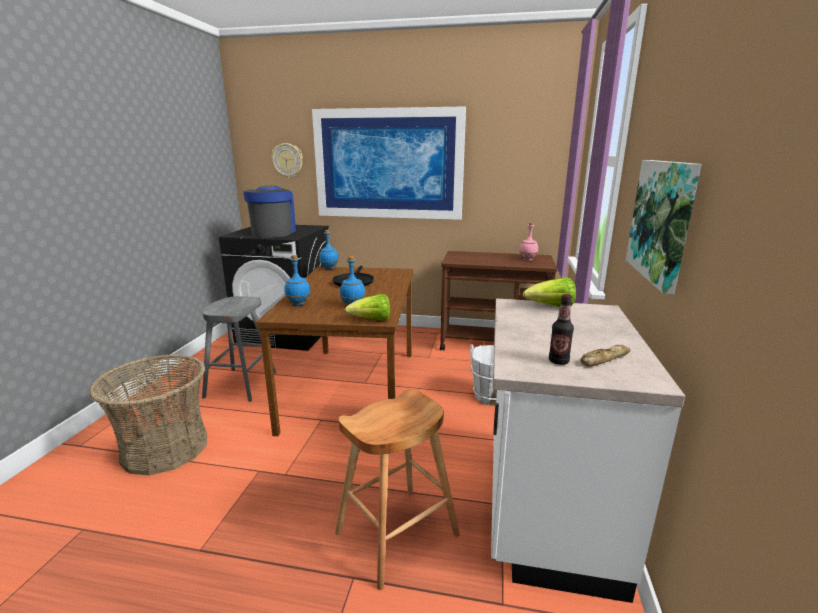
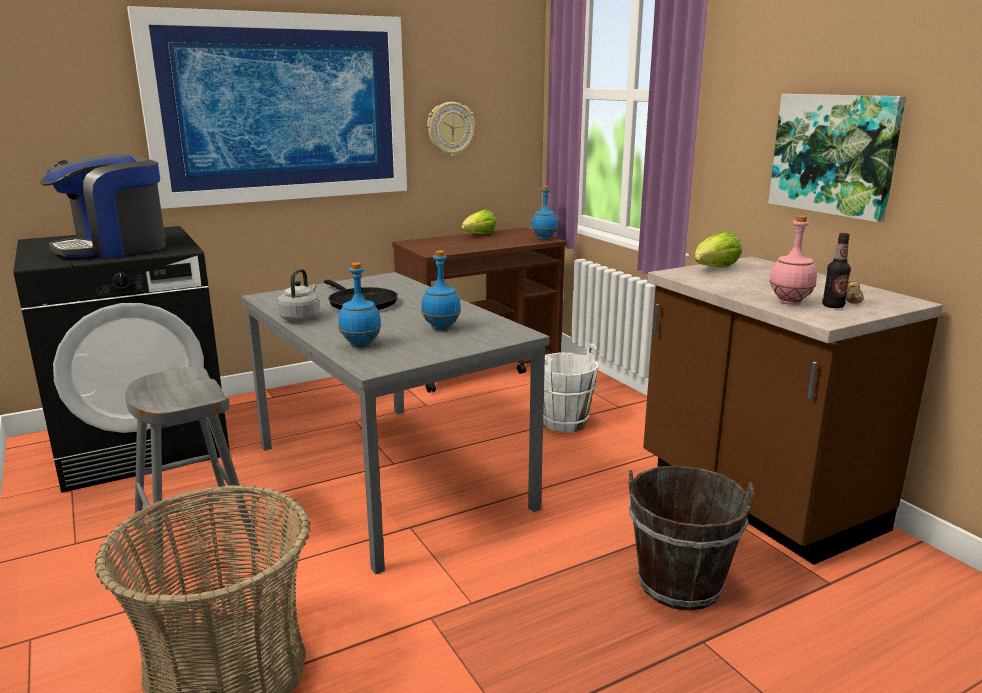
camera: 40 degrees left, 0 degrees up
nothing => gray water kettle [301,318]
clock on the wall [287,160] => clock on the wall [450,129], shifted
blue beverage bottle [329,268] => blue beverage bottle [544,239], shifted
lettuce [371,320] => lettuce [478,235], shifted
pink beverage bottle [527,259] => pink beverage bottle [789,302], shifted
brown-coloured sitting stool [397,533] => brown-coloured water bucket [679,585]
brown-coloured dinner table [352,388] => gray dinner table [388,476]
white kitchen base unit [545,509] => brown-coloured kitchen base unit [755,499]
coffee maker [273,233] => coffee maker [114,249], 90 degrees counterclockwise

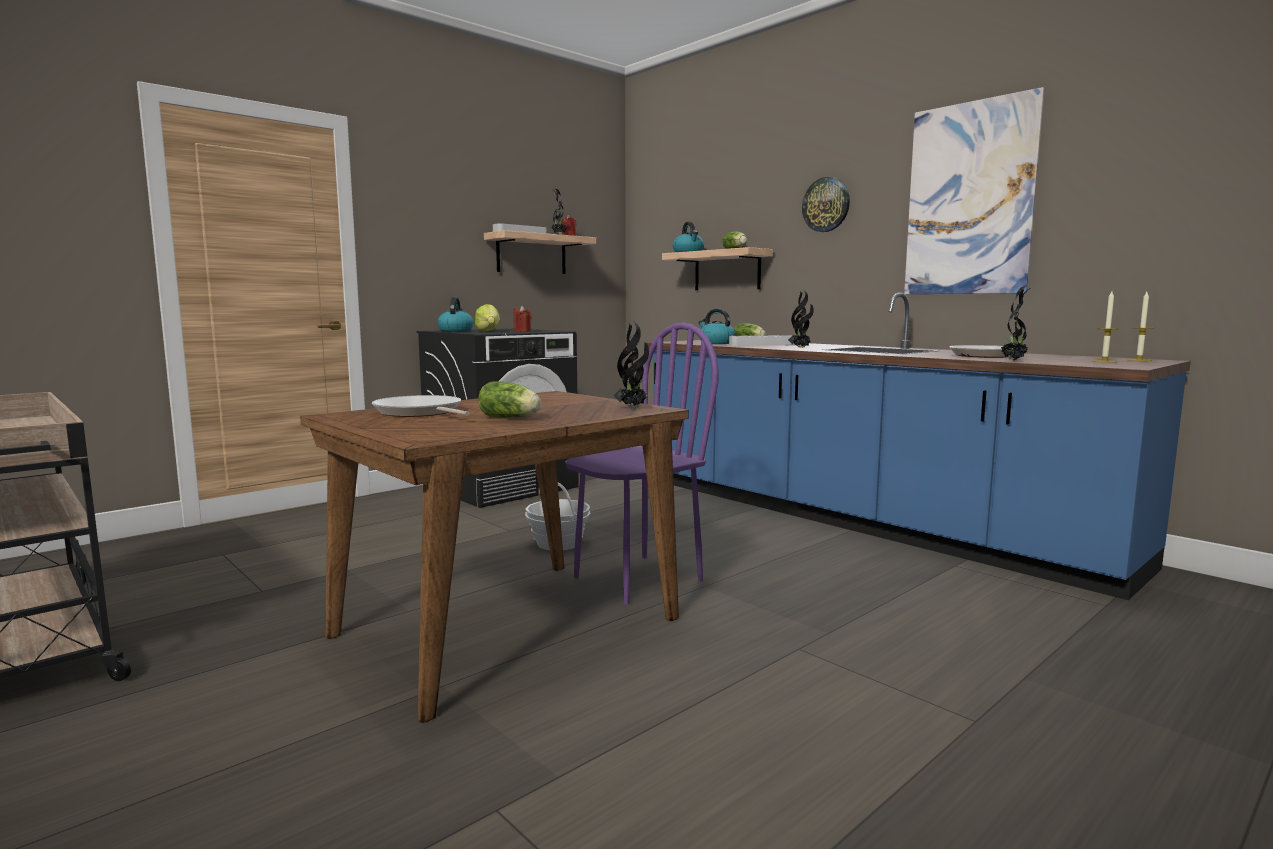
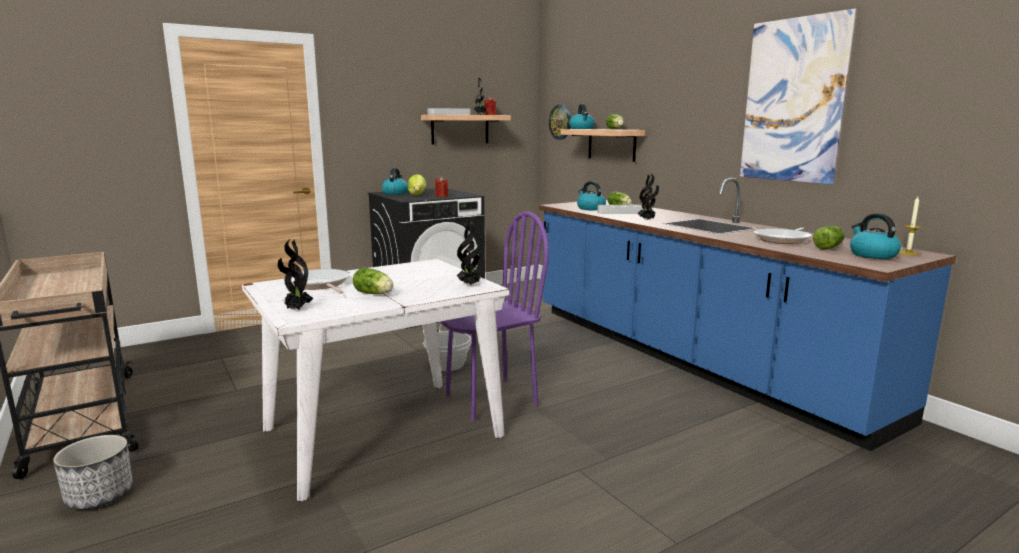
camera: 10 degrees right, 5 degrees up
nothing => planter [99,496]
nothing => lettuce [829,247]
clock on the wall [826,205] => clock on the wall [560,122], shifted
houseplant [1014,360] => houseplant [297,309], shifted
candle [1104,361] => water kettle [872,255]
brown-coloured dinner table [505,628] => white dinner table [381,433]

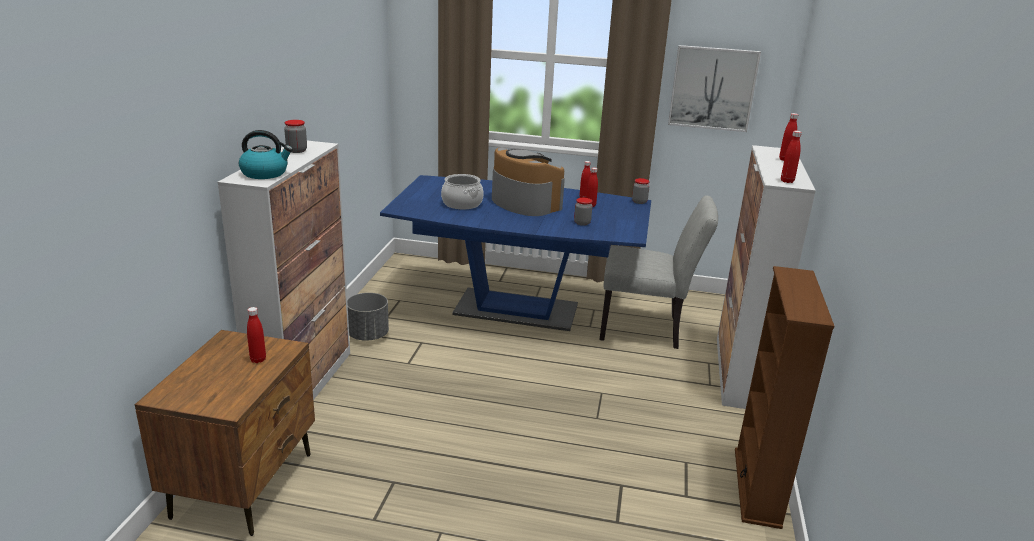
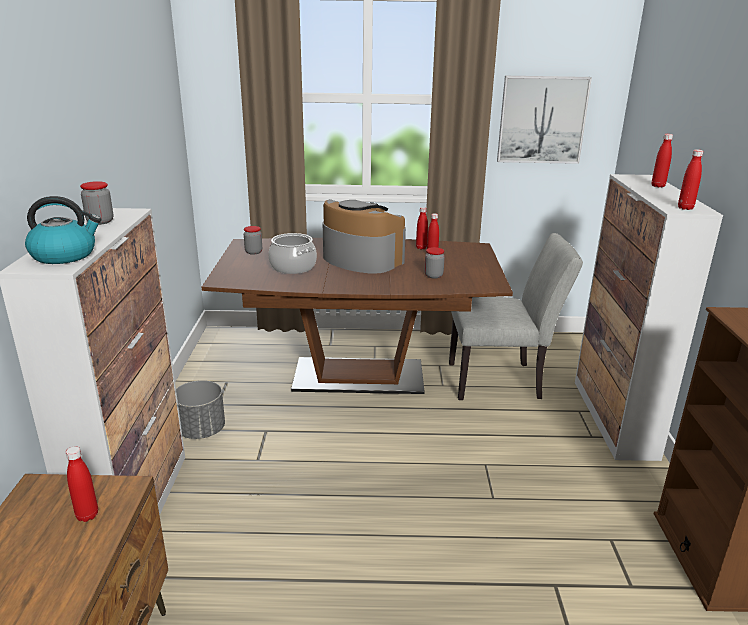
camera: 10 degrees left, 0 degrees up
jar [639,202] => jar [253,252], shifted
blue dinner table [516,310] => brown-coloured dinner table [358,376]

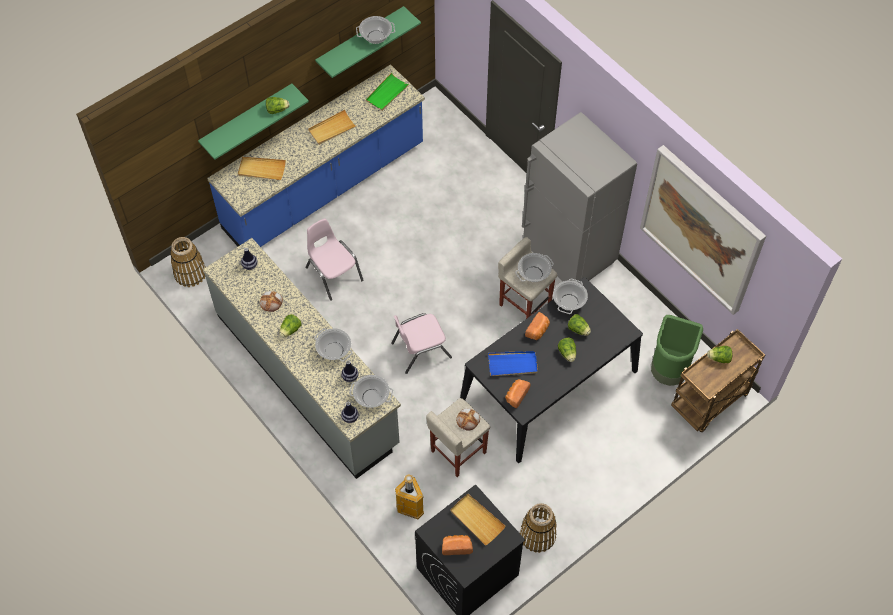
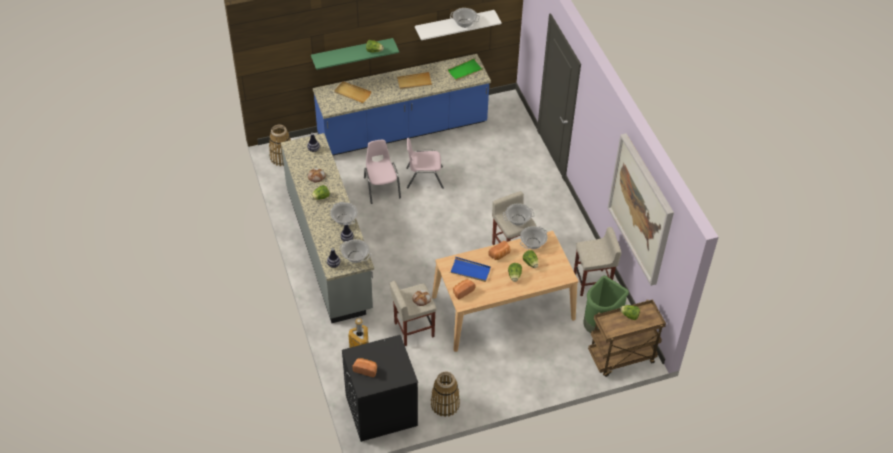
camera: 20 degrees right, 10 degrees down
beige serving tray [476,520] => nothing
gray kitchen fridge [569,255] => nothing
nothing => beige sitting stool [592,282]
pink plain chair [420,349] => pink plain chair [424,177], shifted
green shelf [360,40] => white shelf [454,24]
black dinner table [549,385] => beige dinner table [503,307]

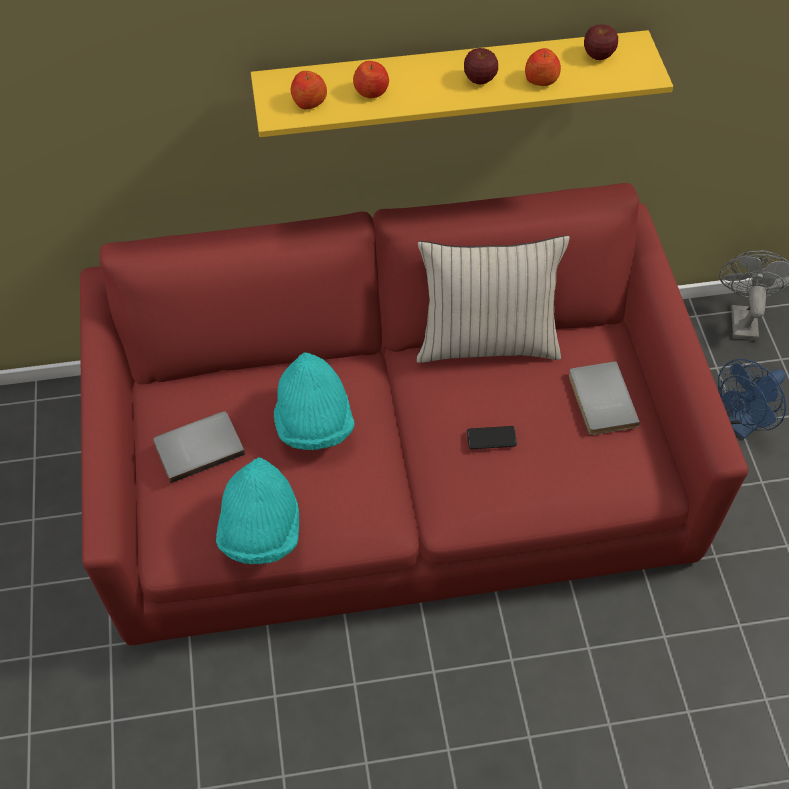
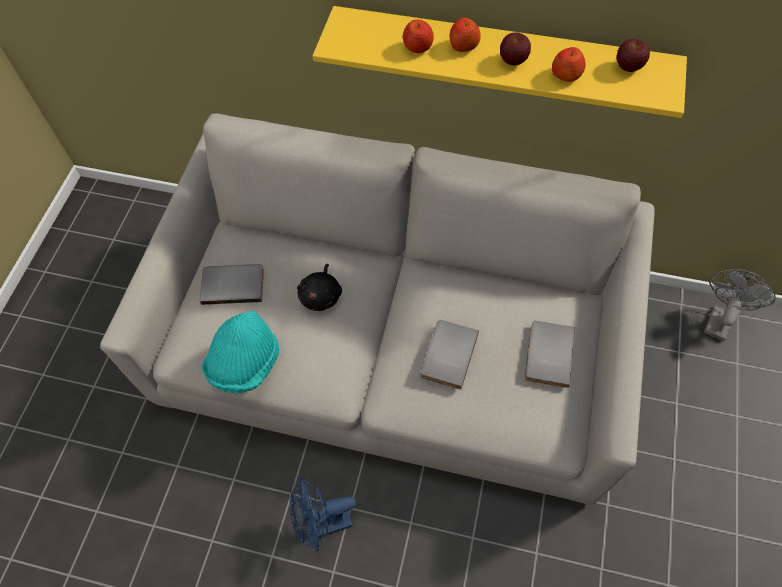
camera: 25 degrees right, 5 degrees up
beige pillow [486,342] => nothing
whole apple [309,101] => whole apple [463,45], shifted
blue electric fan [742,425] => blue electric fan [323,524], shifted
turquoise wearable hat [314,423] => black cuddly toy [321,295]
handset [491,438] => gray volume [447,354]
red-coloured settee [396,467] => gray settee [395,343]

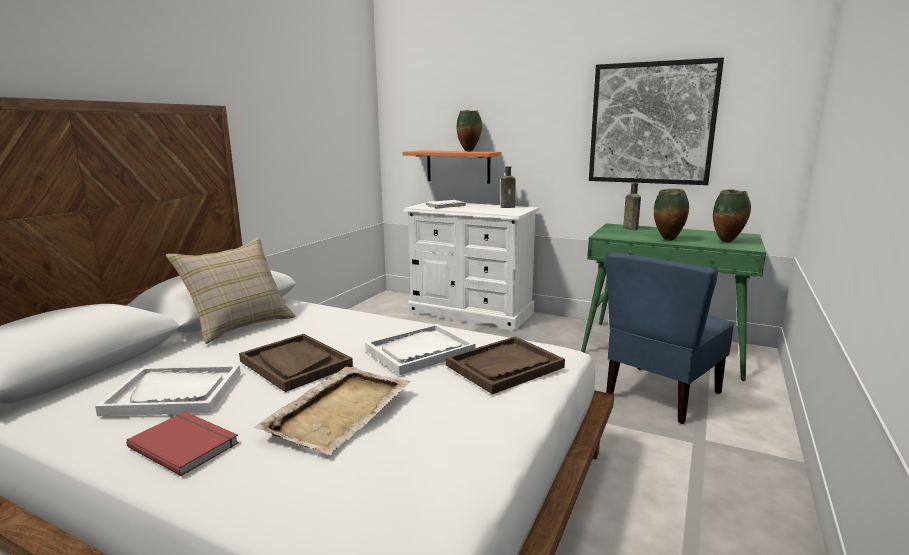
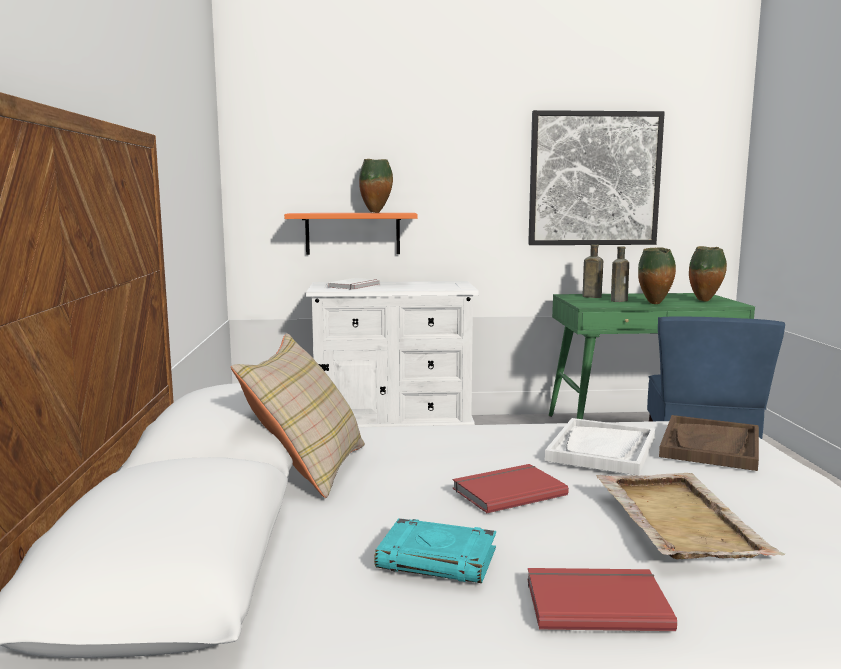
camera: 30 degrees left, 5 degrees down
brown-coloured beverage bottle [508,207] => brown-coloured beverage bottle [619,300], shifted
white serving tray [175,393] => turquoise volume [438,559]
brown-coloured serving tray [295,364] => red-coloured volume [507,491]

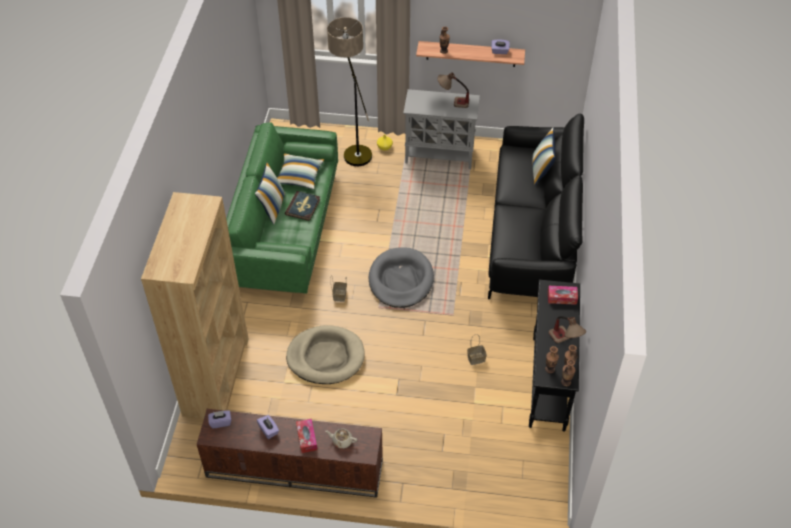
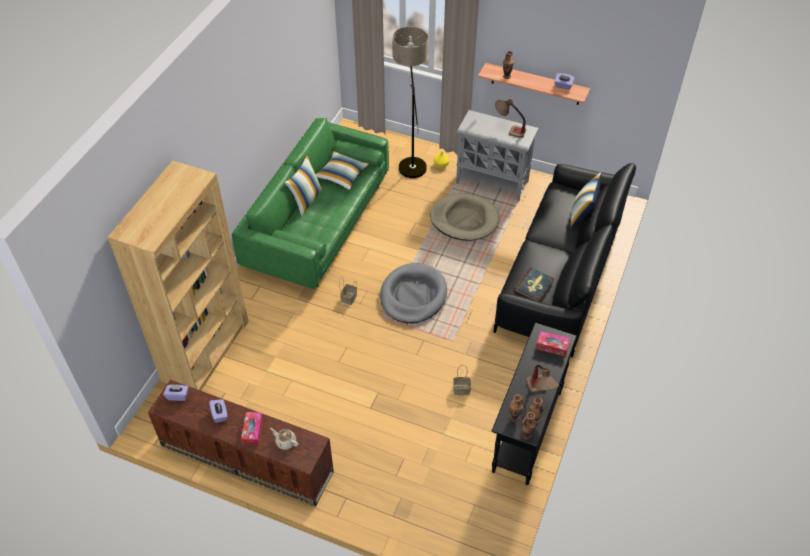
camera: 15 degrees right, 0 degrees up
volume [303,207] => volume [534,286], shifted
beige dog bed [325,357] => beige dog bed [464,219], shifted

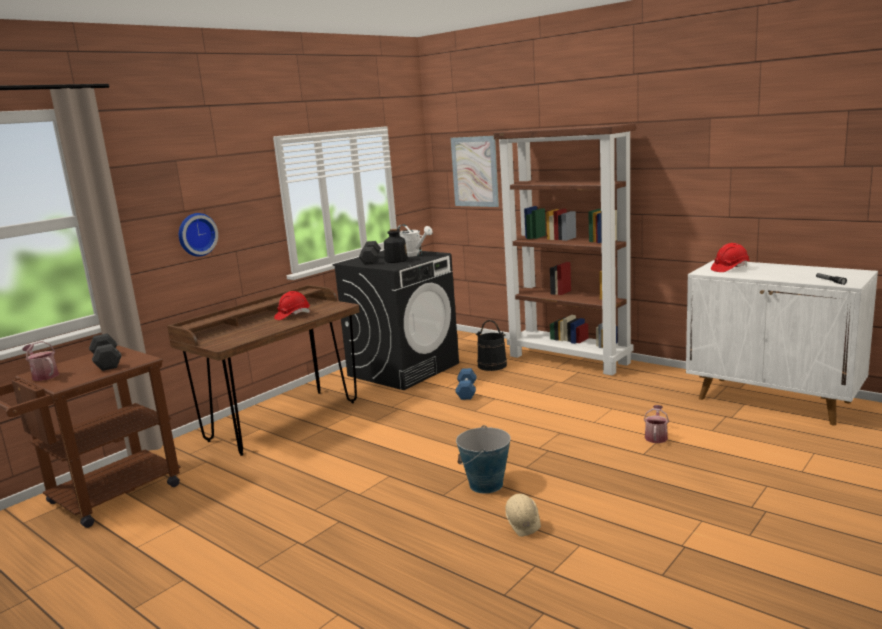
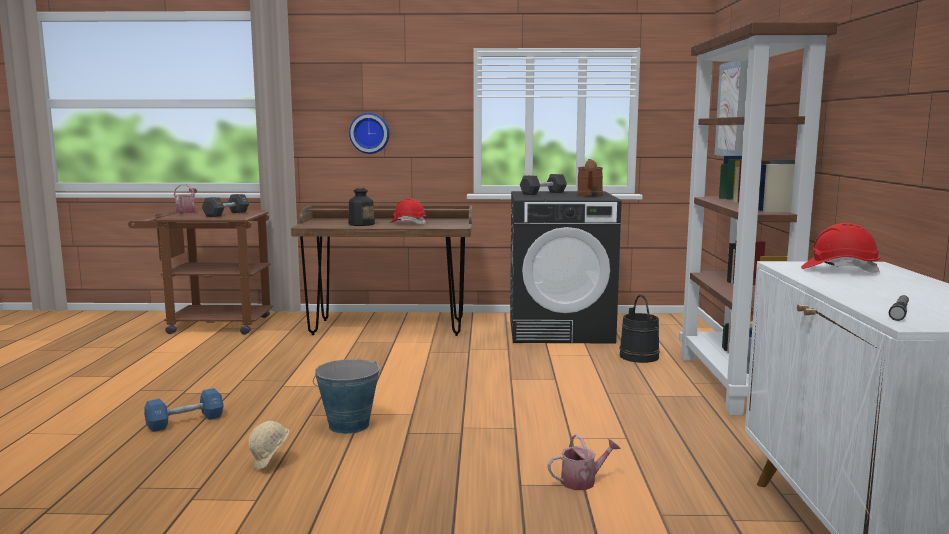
camera: 50 degrees right, 5 degrees down
beverage bottle [395,260] => beverage bottle [361,224], shifted
blue dumbbell [466,391] => blue dumbbell [185,421], shifted
white watering can [414,254] => brown-coloured watering can [590,196]

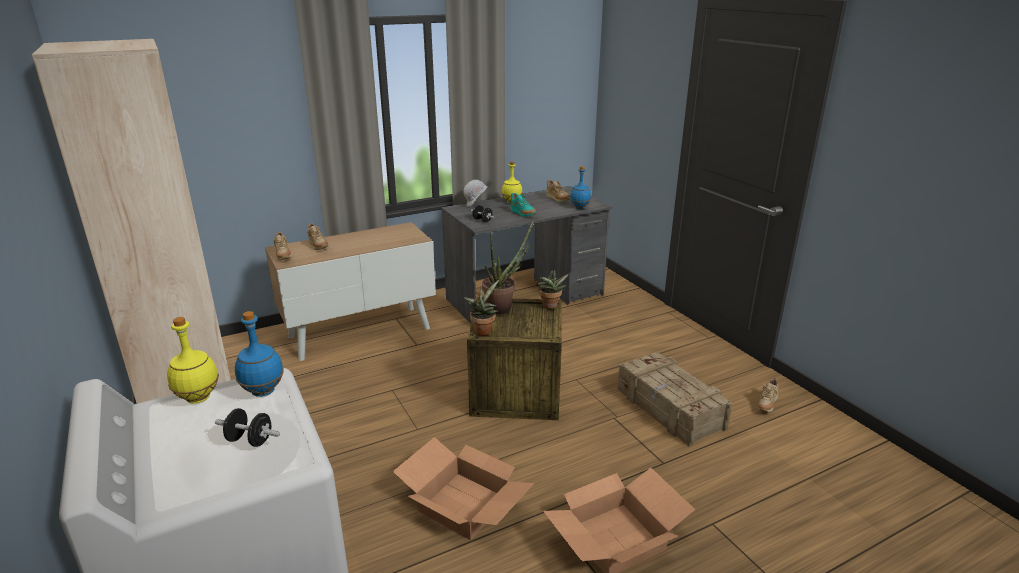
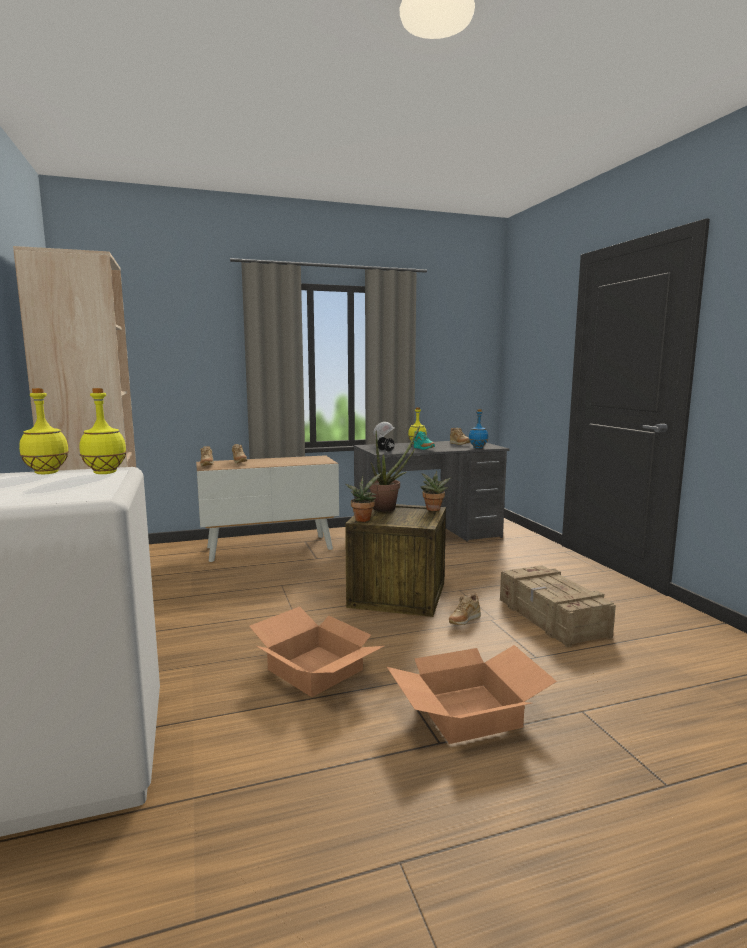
camera: 10 degrees right, 15 degrees down
black dumbbell [250,440] => nothing
beige low shoe [766,405] => beige low shoe [463,621], shifted
blue beverage bottle [262,391] => yellowish beverage bottle [104,473]

